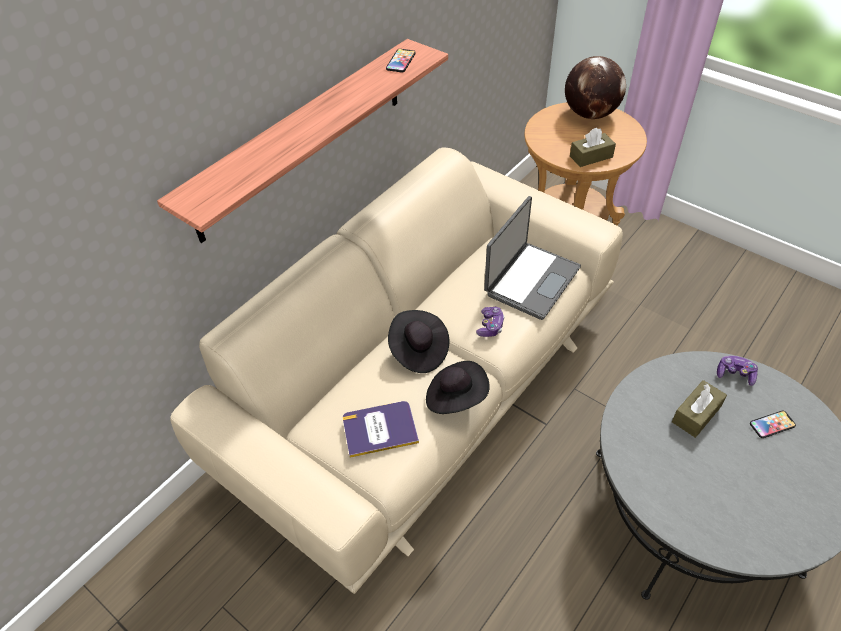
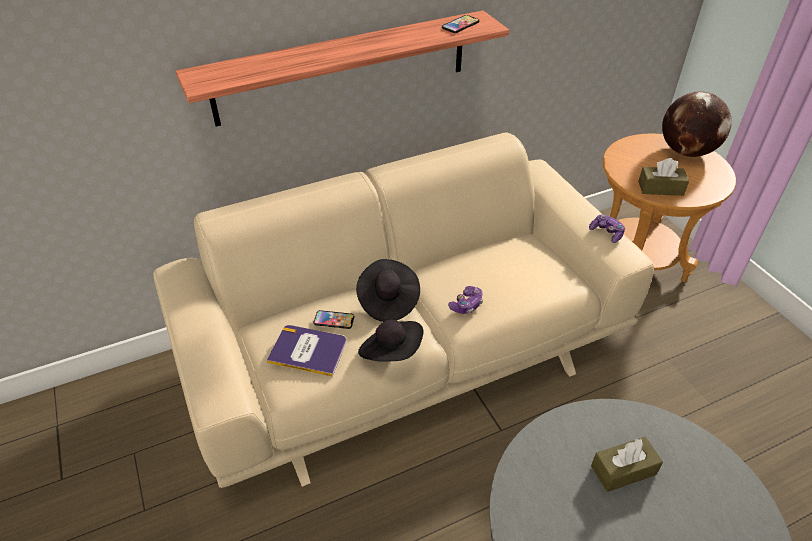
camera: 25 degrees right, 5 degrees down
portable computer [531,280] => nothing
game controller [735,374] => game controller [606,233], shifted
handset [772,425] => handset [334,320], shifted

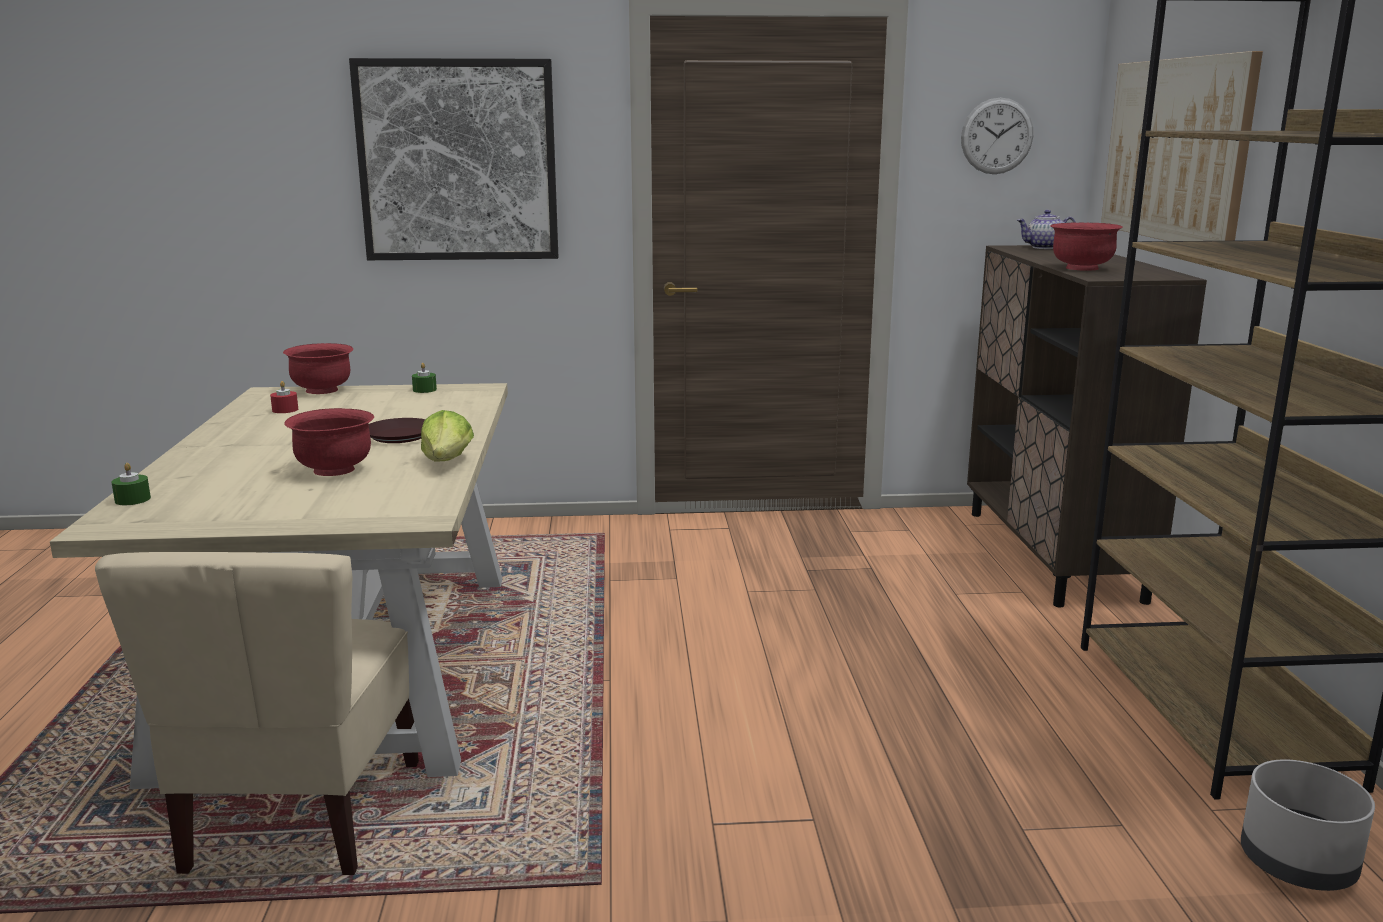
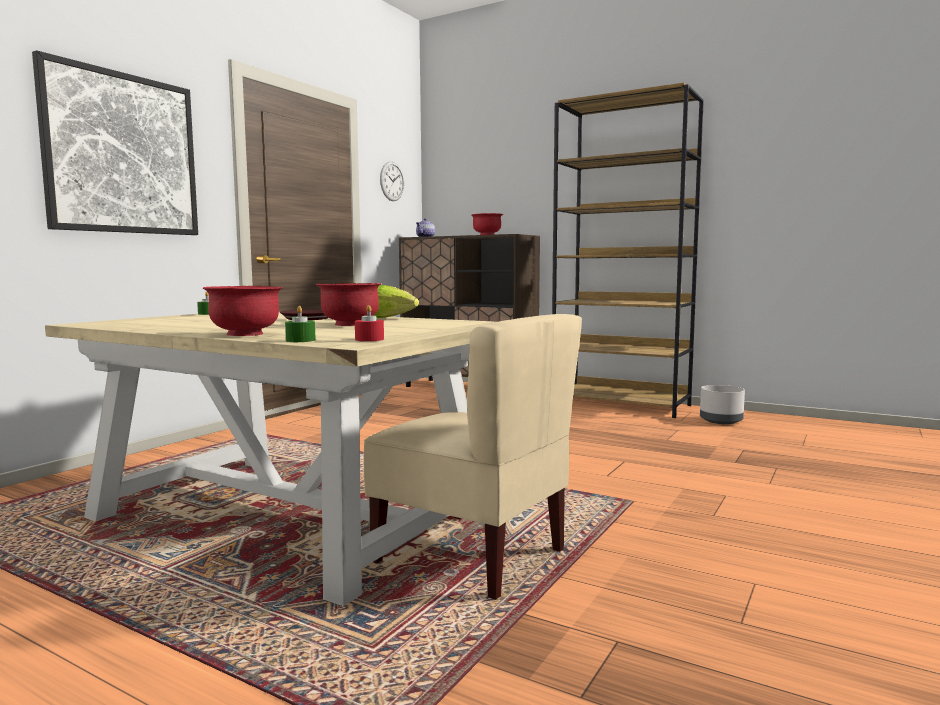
camera: 55 degrees left, 10 degrees down
wall art [1175,150] => nothing
red-coloured candle [285,410] => red-coloured candle [369,339], shifted
red-coloured deep dish [322,390] => red-coloured deep dish [245,334], shifted

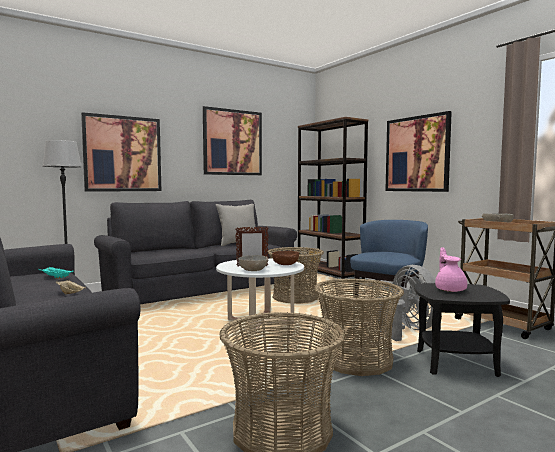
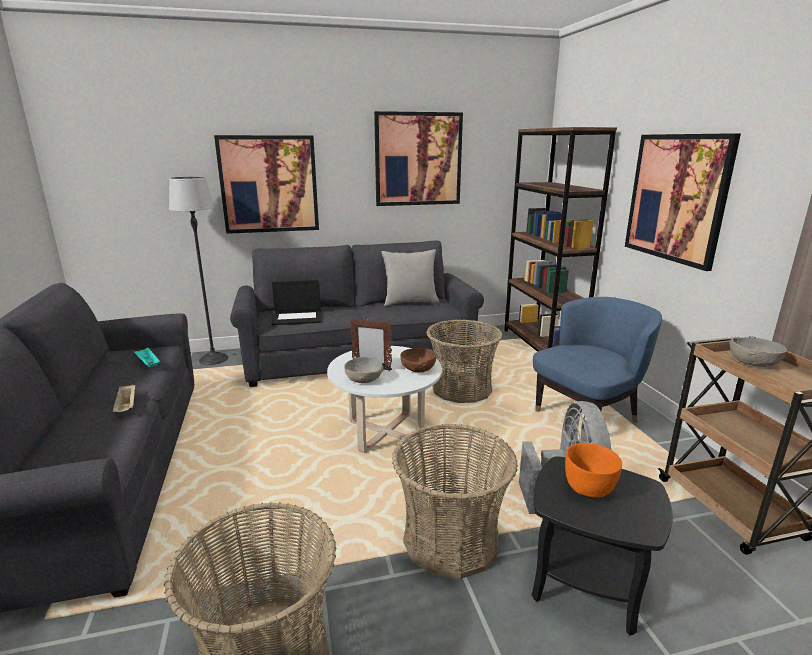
camera: 20 degrees right, 15 degrees up
nothing => portable computer [298,318]
pink tea pot [450,290] => orange deep dish [589,488]

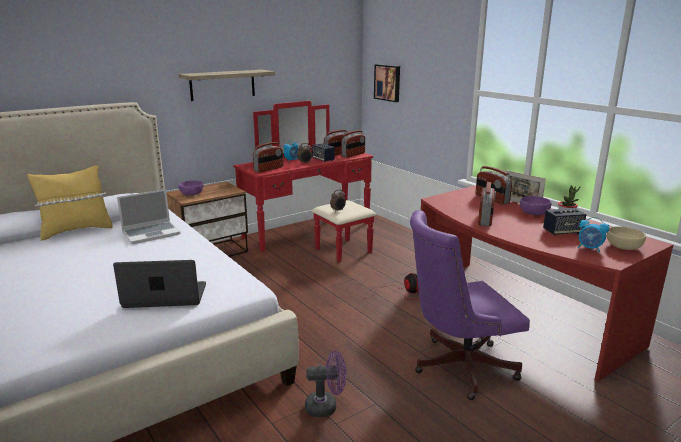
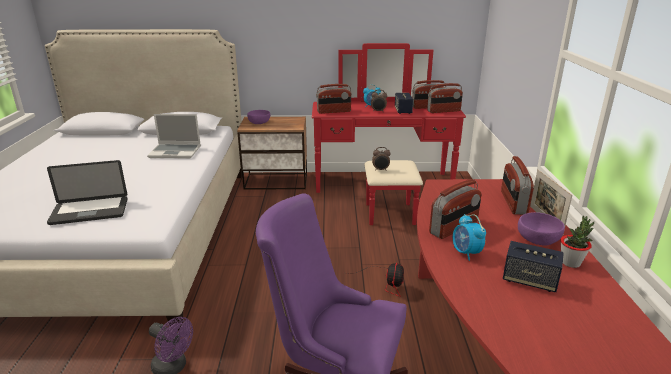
camera: 35 degrees right, 5 degrees up
yellowish pillow [76,231] => nothing
shelf [222,85] => nothing
wall art [388,82] => nothing
beige deep dish [623,247] => nothing
table clock [589,248] => table clock [466,253], shifted
portable computer [165,296] => portable computer [90,211], 135 degrees clockwise

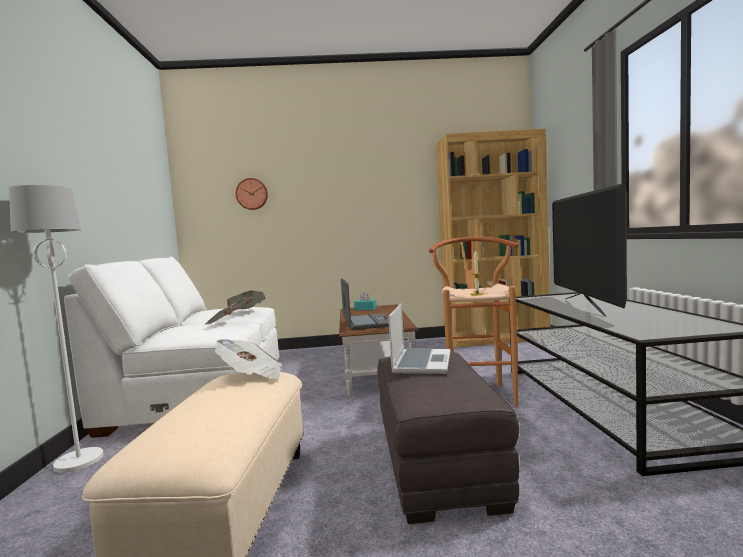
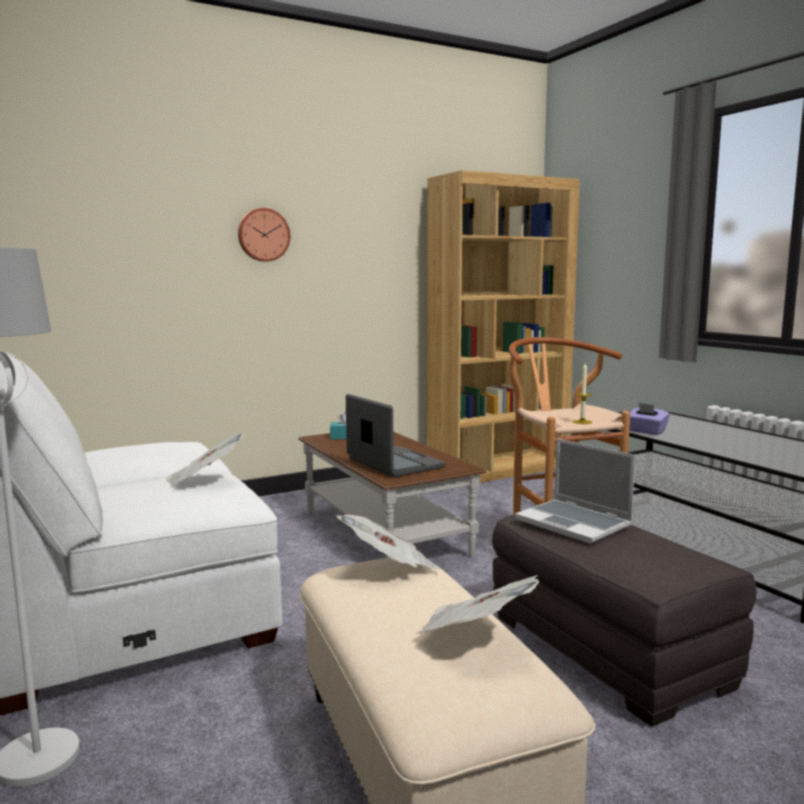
camera: 25 degrees left, 5 degrees up
television [584,307] => nothing
nothing => purplish tissue holder [646,431]
printed paper [247,311] => printed paper [475,635], shifted
clock on the wall [252,194] => clock on the wall [263,235], shifted
portable computer [421,362] => portable computer [574,523], 150 degrees clockwise

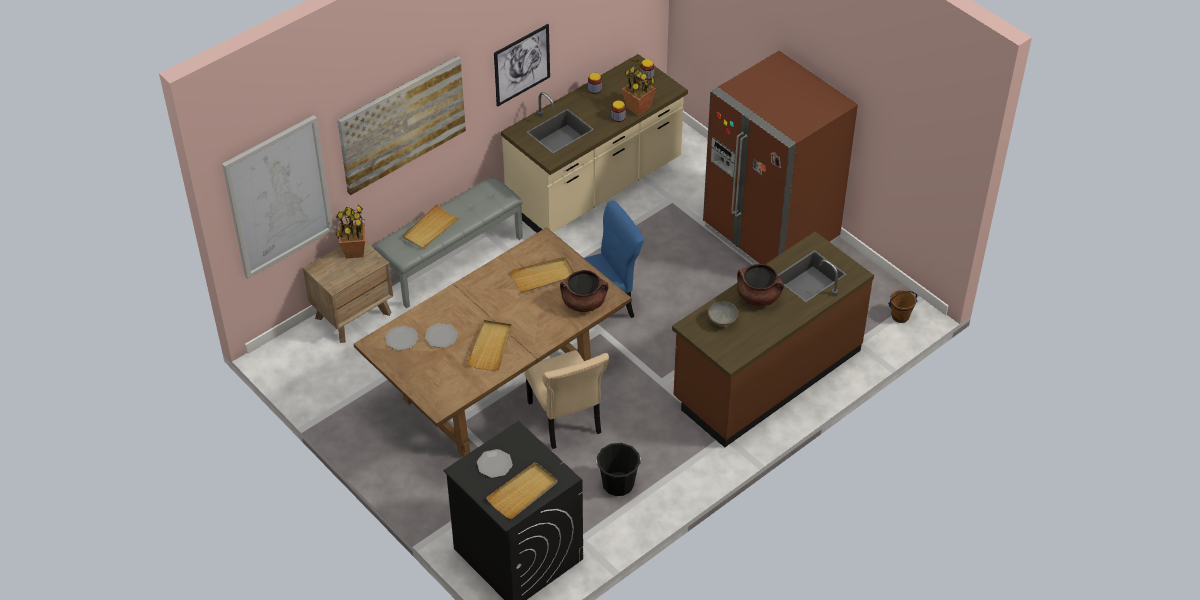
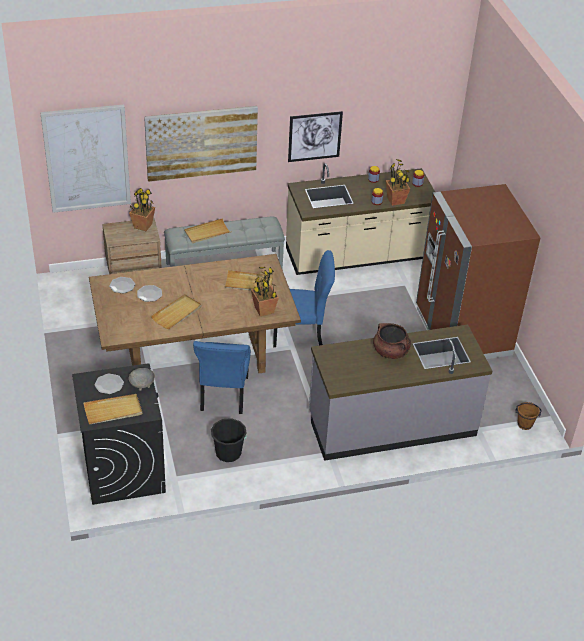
camera: 25 degrees right, 5 degrees down
gray deep dish [722,320] => gray deep dish [142,384], shifted
brown-coloured saucepot [584,302] => houseplant [264,310]
beige plain chair [565,420] => blue plain chair [223,395]
brown-coloured kitchen base unit [766,375] => gray kitchen base unit [391,424]

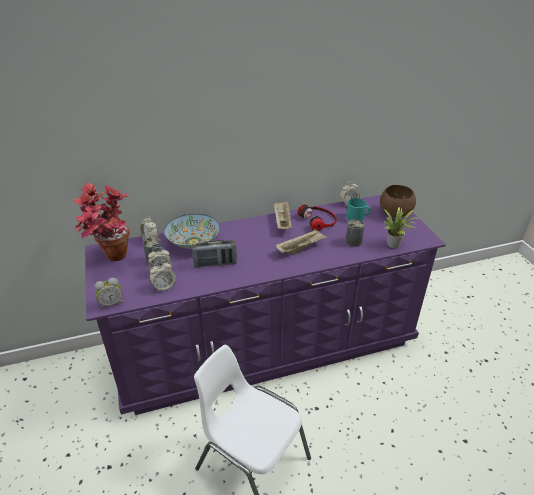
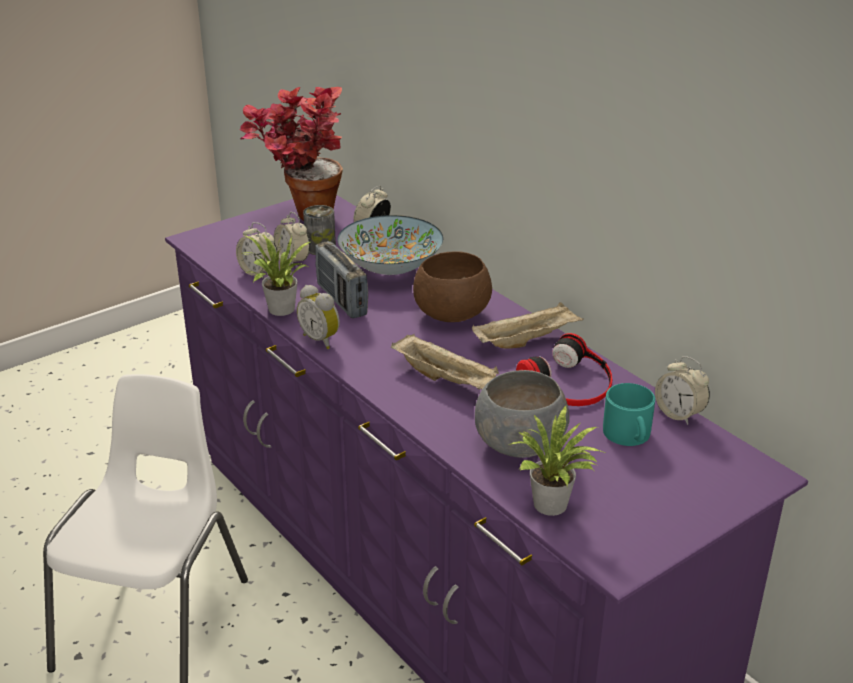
camera: 70 degrees right, 5 degrees down
nothing => houseplant [279,311]
table clock [111,303] => table clock [321,339], shifted
brown-coloured deep dish [394,213] => brown-coloured deep dish [451,313], shifted
sealed can [353,241] => gray deep dish [518,443]

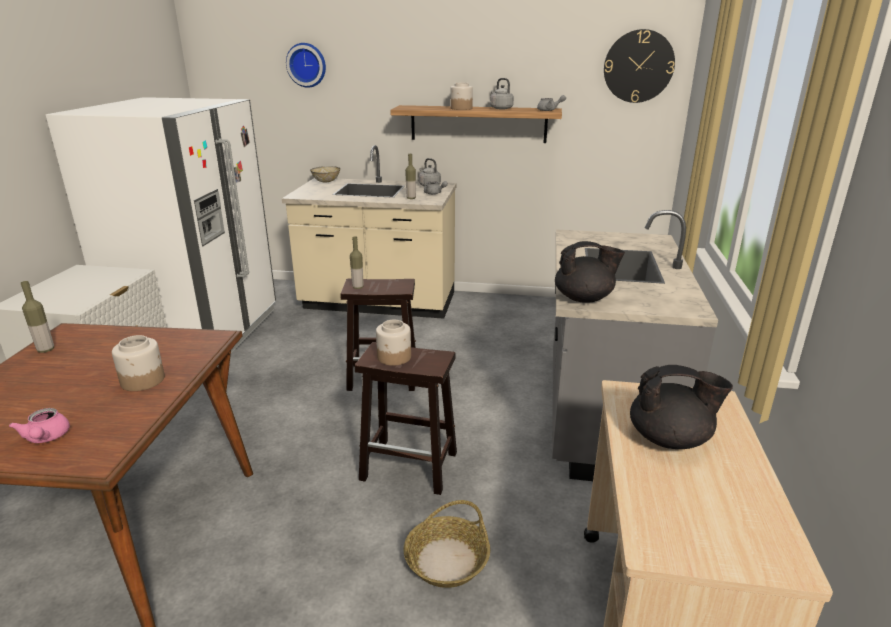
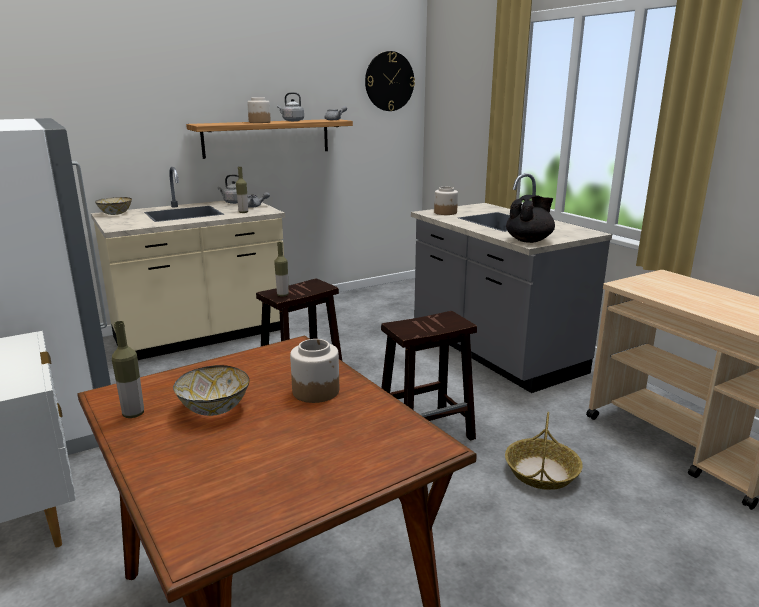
camera: 40 degrees left, 5 degrees down
pink tea pot [46,438] => nothing
clock on the wall [307,65] => nothing
black tea pot [670,439] => nothing
nothing => deep dish [215,409]
jar [394,357] => jar [445,213], shifted

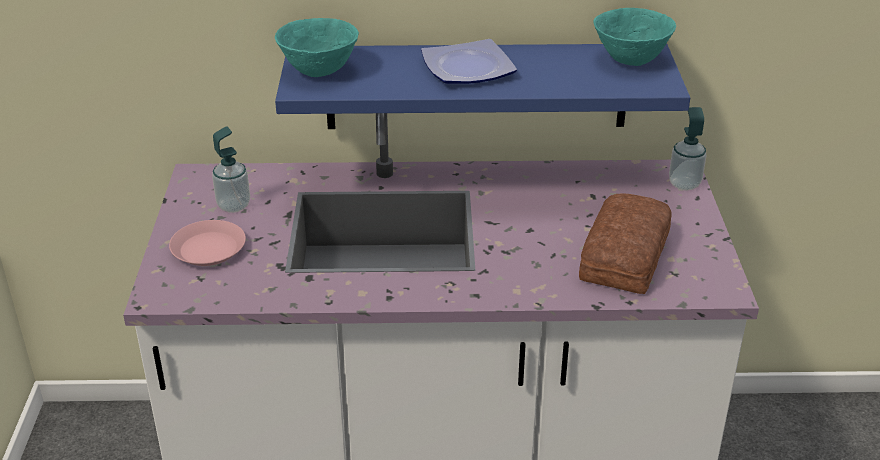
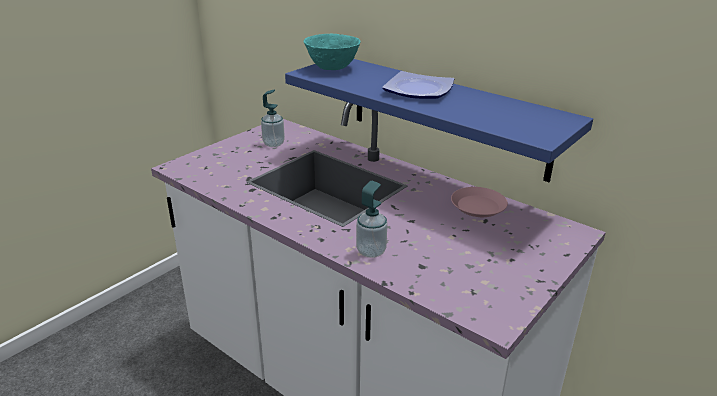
camera: 40 degrees right, 5 degrees down
bakery bread [627,255] => nothing
turquoise deep dish [630,60] => nothing
pink dinner plate [208,249] => pink dinner plate [478,206], shifted
soap dispenser [684,184] => soap dispenser [371,251], shifted

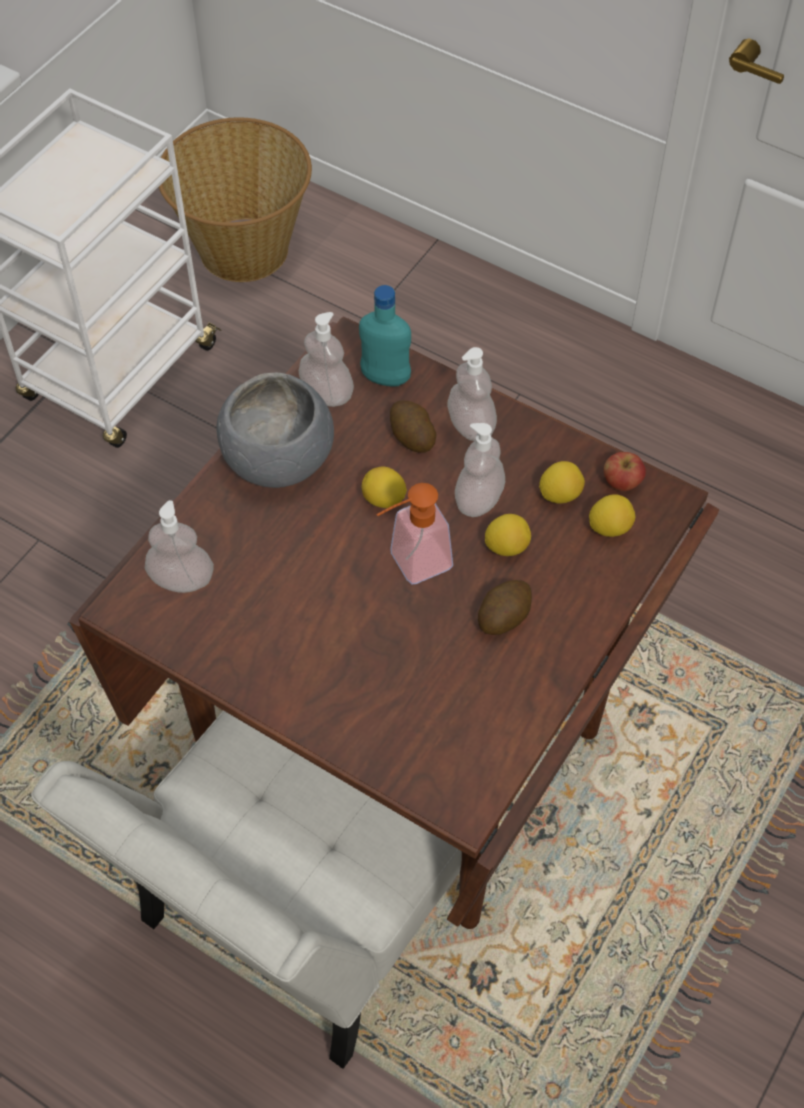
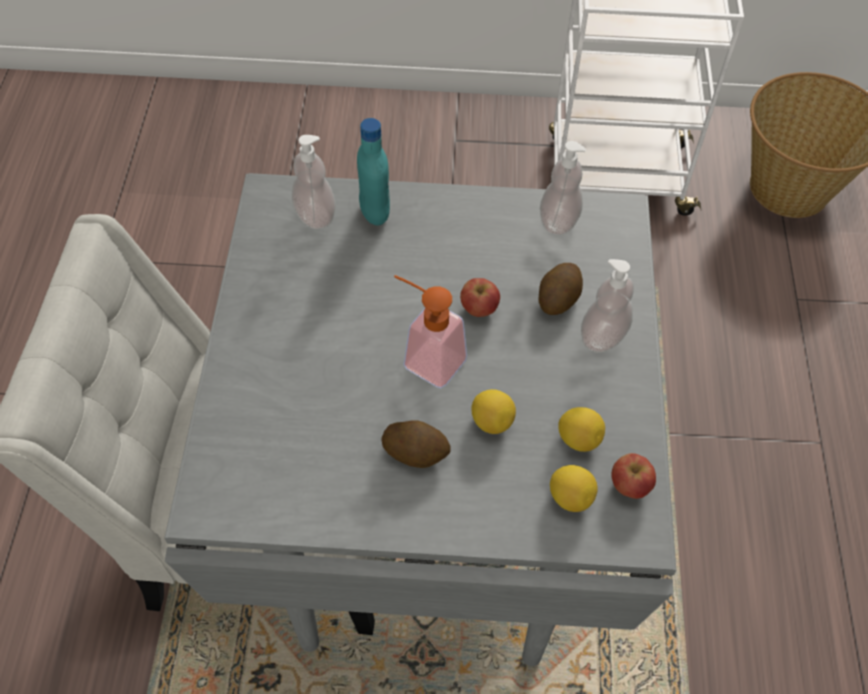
camera: 60 degrees right, 0 degrees up
gray deep dish [278,458] => nothing
soap dispenser [479,500] => nothing
turquoise beverage bottle [385,378] => turquoise beverage bottle [375,212], shifted
whole lemon [383,500] => whole apple [479,308]
brown-coloured dinner table [403,745] => gray dinner table [432,519]

